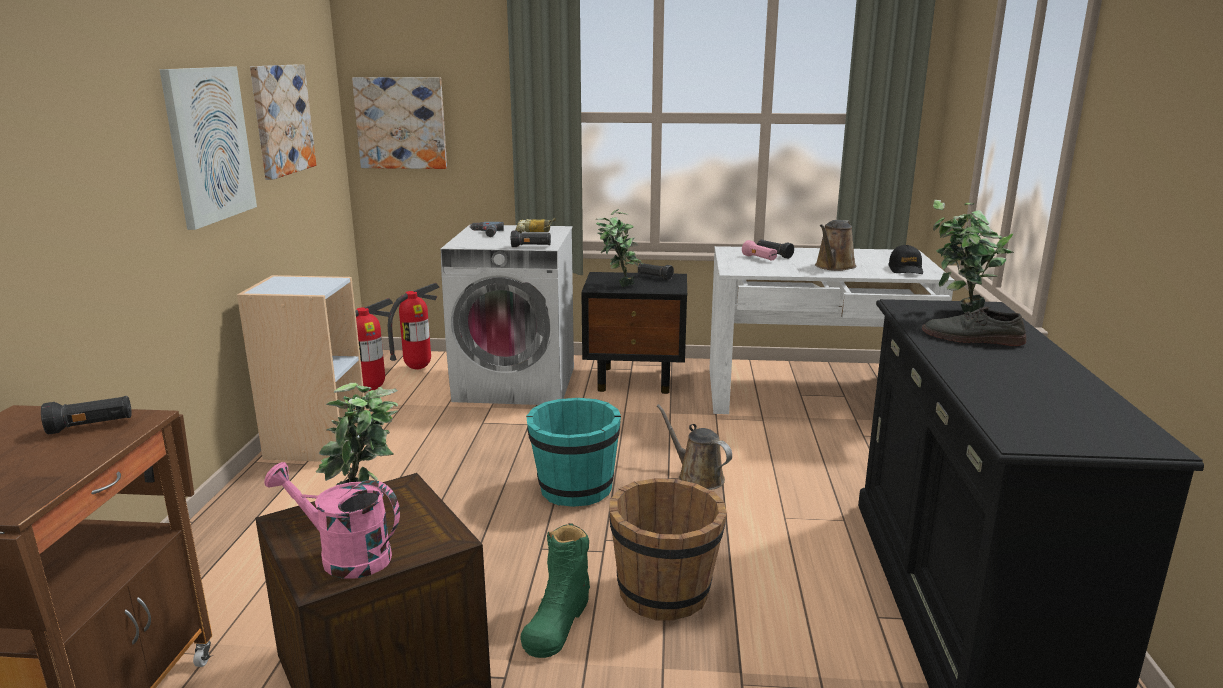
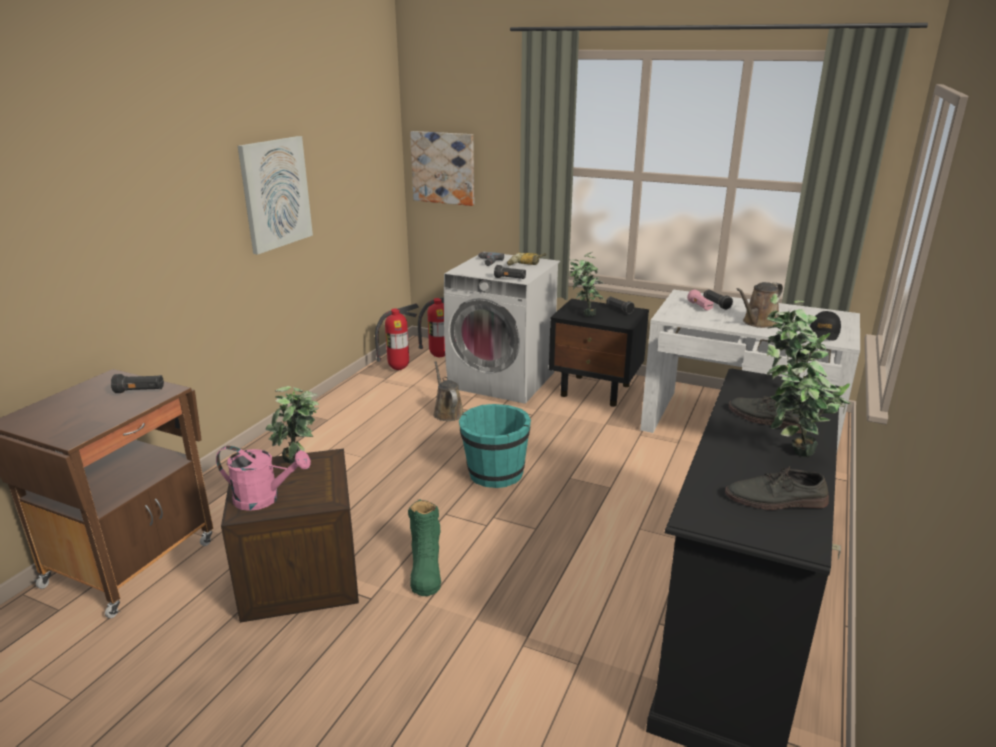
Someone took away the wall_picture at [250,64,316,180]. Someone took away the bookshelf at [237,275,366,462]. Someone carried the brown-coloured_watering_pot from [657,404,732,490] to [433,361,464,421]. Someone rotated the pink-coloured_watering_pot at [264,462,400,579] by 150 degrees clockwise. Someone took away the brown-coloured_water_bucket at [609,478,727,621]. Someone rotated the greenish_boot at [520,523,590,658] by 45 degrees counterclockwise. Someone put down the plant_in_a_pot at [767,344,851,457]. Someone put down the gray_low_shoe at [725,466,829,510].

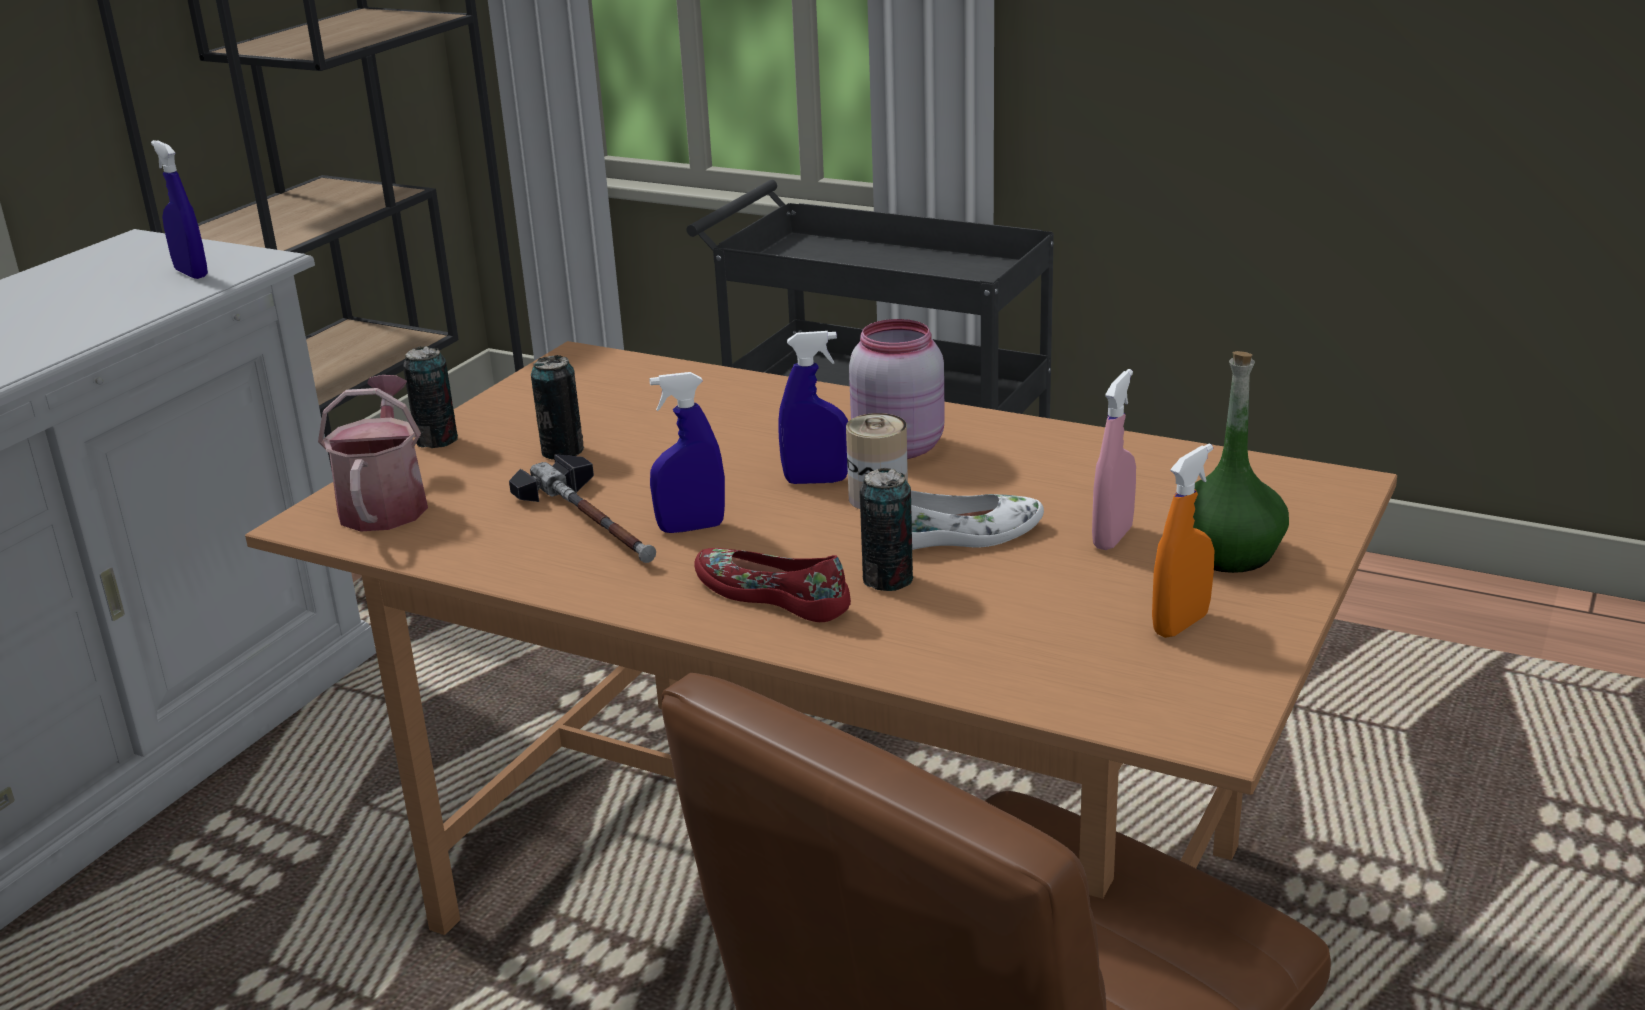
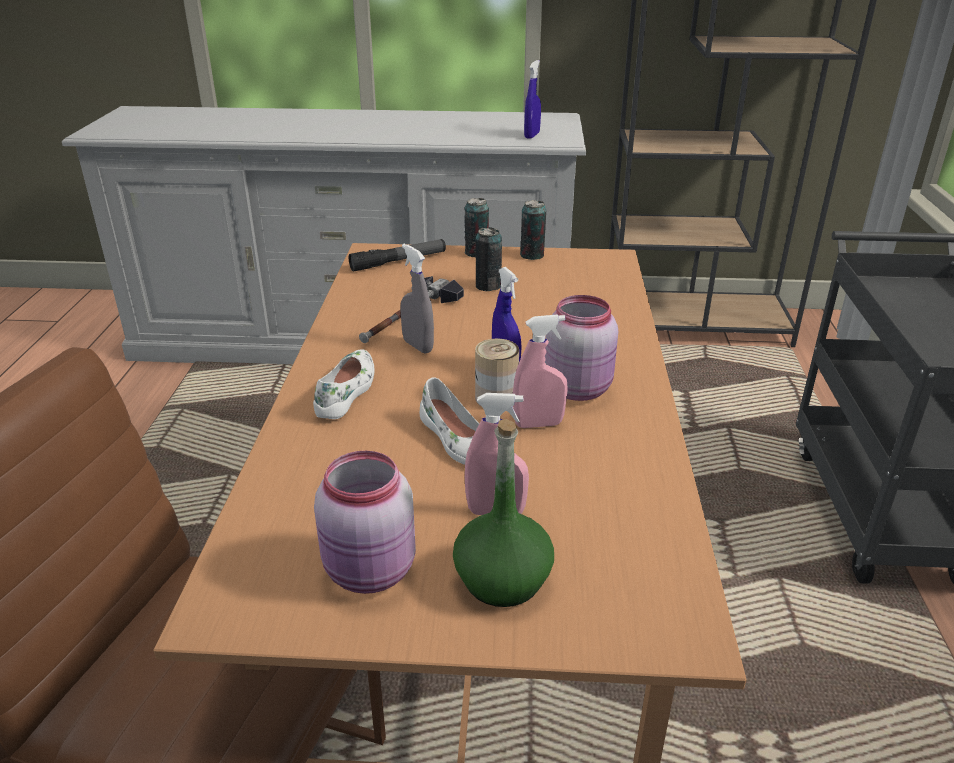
Someone repainted the blue_sprayer at [650,372,725,533], which became the gray_sprayer at [400,244,434,354]. Someone swapped the watering_pot at [318,375,428,531] for the torch at [349,239,446,271]. Someone swapped the orange-coloured_sprayer at [1152,444,1214,638] for the pink-coloured_jar at [314,451,416,594]. Someone carried the sealed_can from [860,468,913,591] to [520,200,546,260]. Someone repainted the reddish_low_shoe at [694,548,851,622], which became the white_low_shoe at [313,349,374,419]. Someone put down the pink-coloured_sprayer at [513,314,568,428].

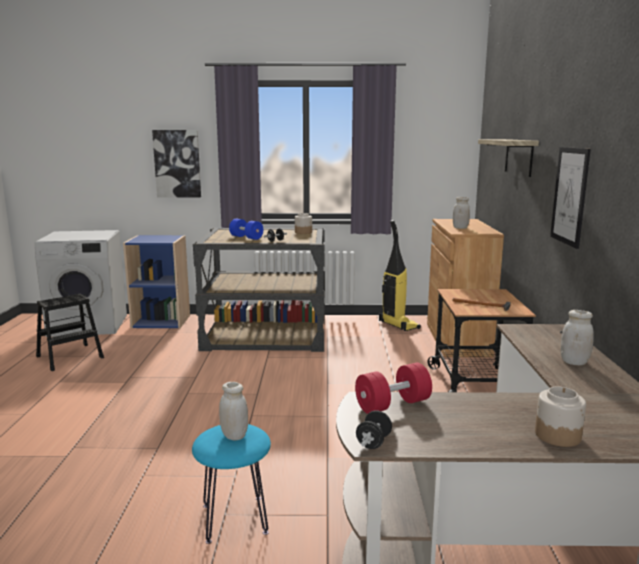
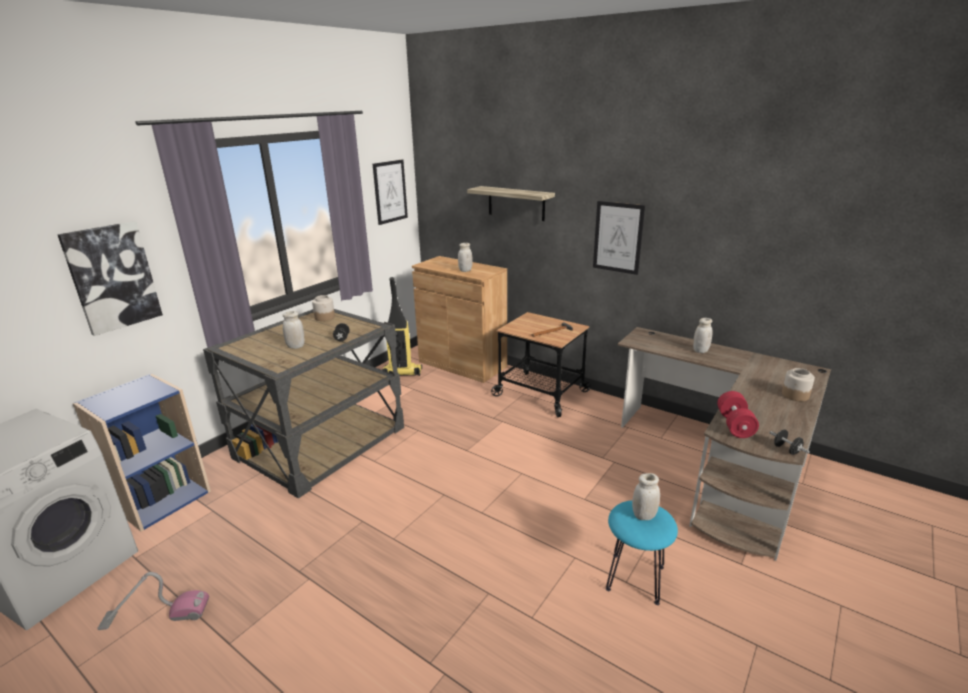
Someone swapped the blue_hand_weight at [229,218,263,240] for the white_jar at [283,311,305,349]. Someone swapped the black_step_stool at [36,294,104,371] for the vacuum at [97,572,209,630]. Someone put up the wall_picture at [373,160,408,225].

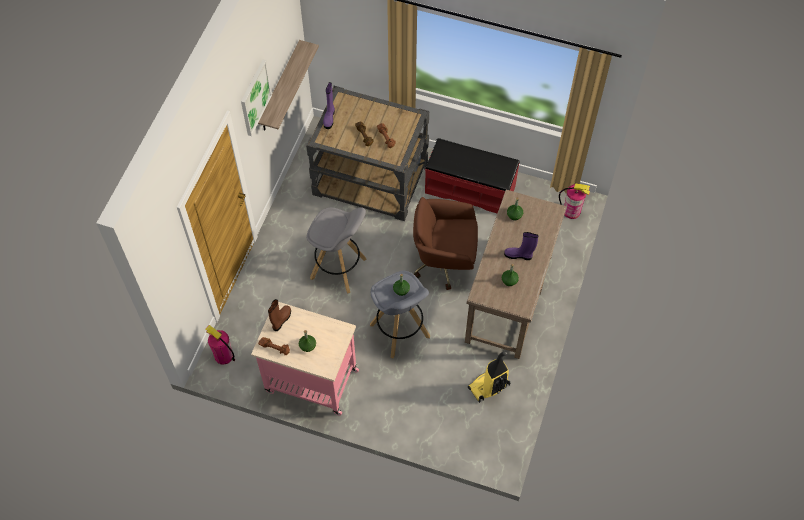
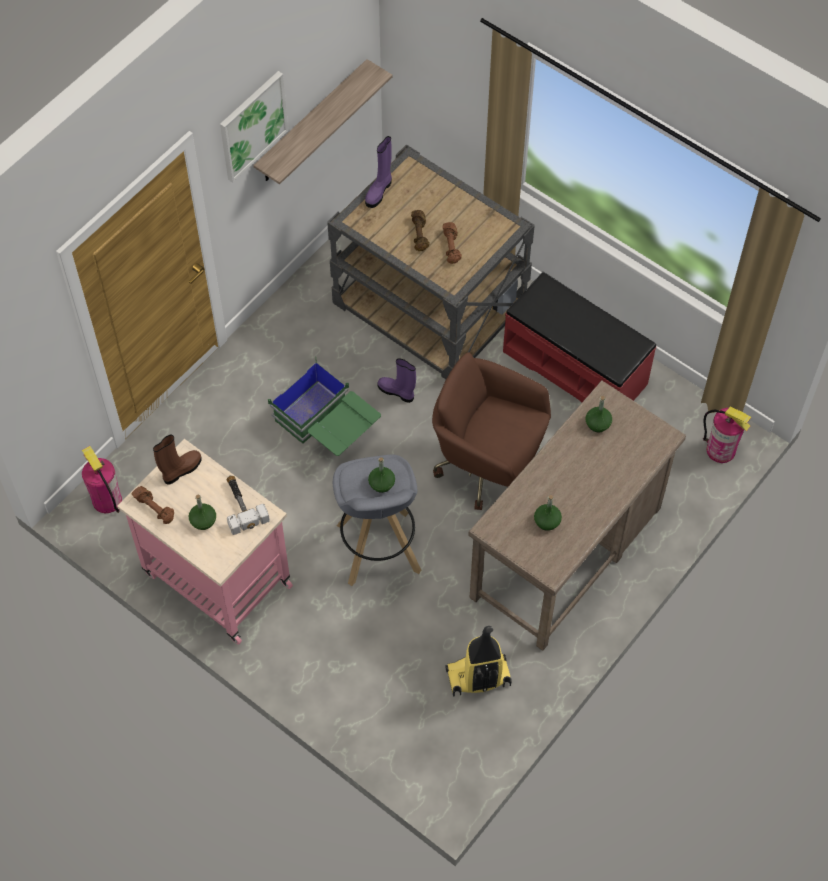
Someone swapped the gray_stool_seat at [306,207,367,294] for the greenish_storage_box at [268,357,381,456]. Someone carried the purple_boot from [504,232,538,260] to [378,358,416,403]. Someone put down the hand_hammer at [227,475,270,535].

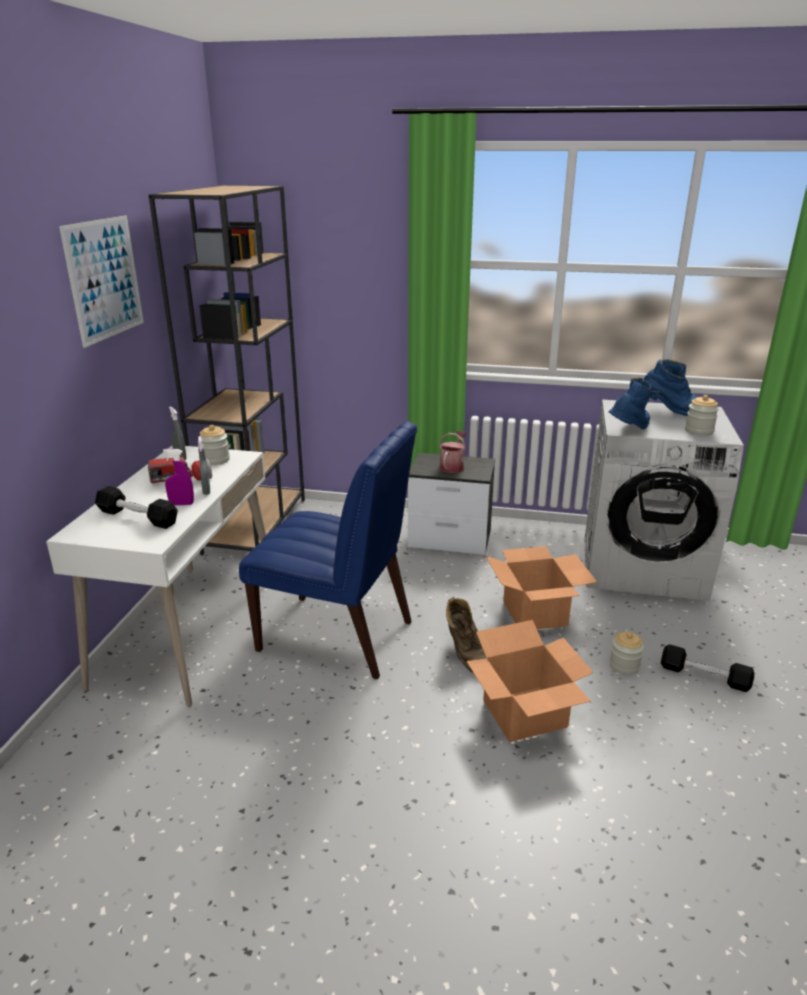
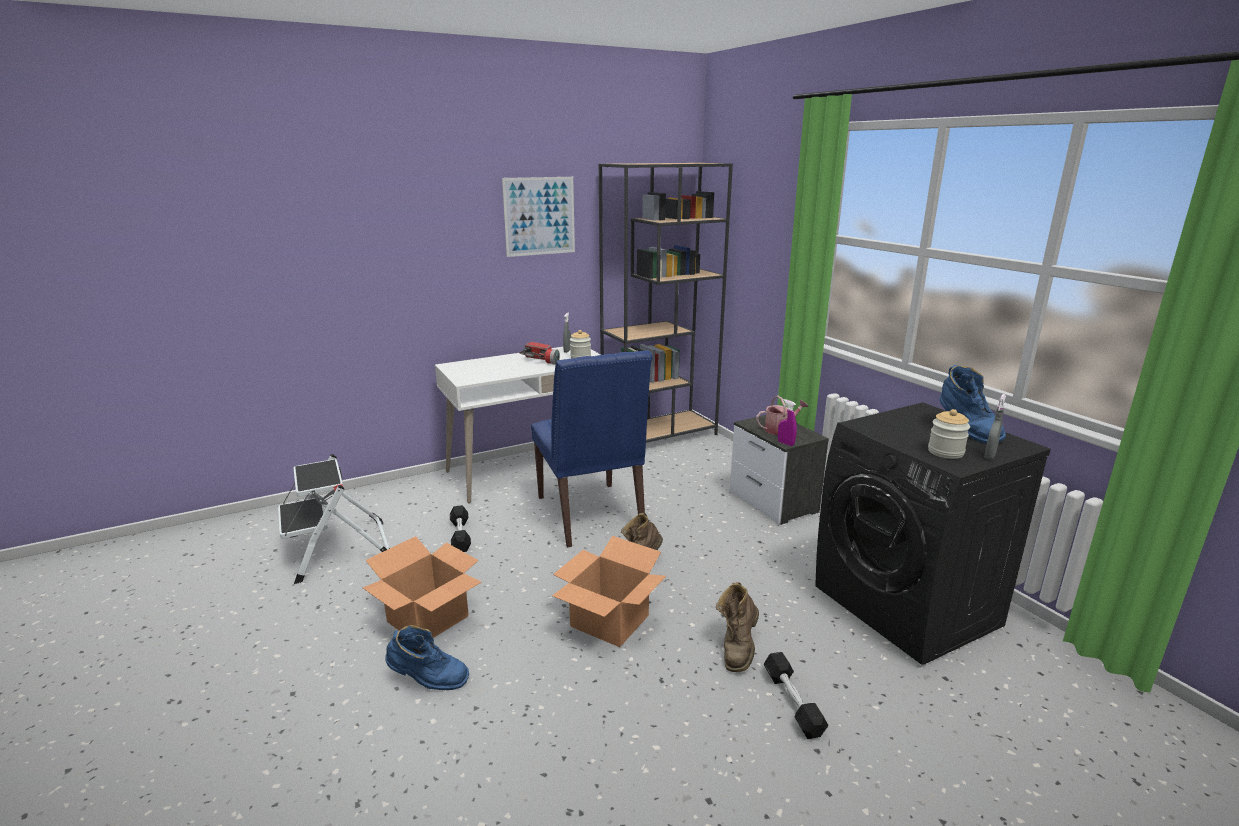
Someone carried the blue_boot from [609,377,660,429] to [385,625,469,690]. Someone repainted the white_laundry_machine at [585,400,744,601], which became the black_laundry_machine at [815,402,1051,665]. Someone carried the gray_sprayer from [198,436,210,495] to [984,394,1006,460]. Someone carried the purple_sprayer from [163,449,194,505] to [778,399,797,446]. Someone carried the black_hand_weight from [95,486,178,529] to [450,505,471,552]. Someone carried the carton from [486,546,597,629] to [363,536,482,638]. Someone swapped the jar at [610,632,644,675] for the brown-coloured_boot at [716,582,759,672]. Someone put down the step_stool at [278,454,390,584].

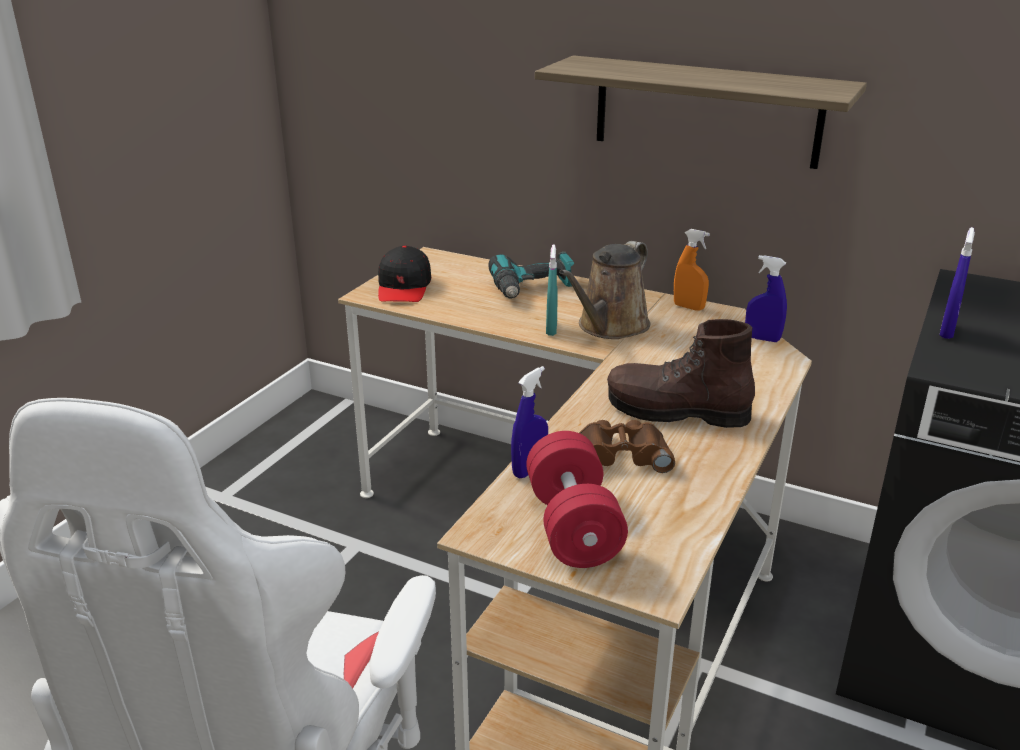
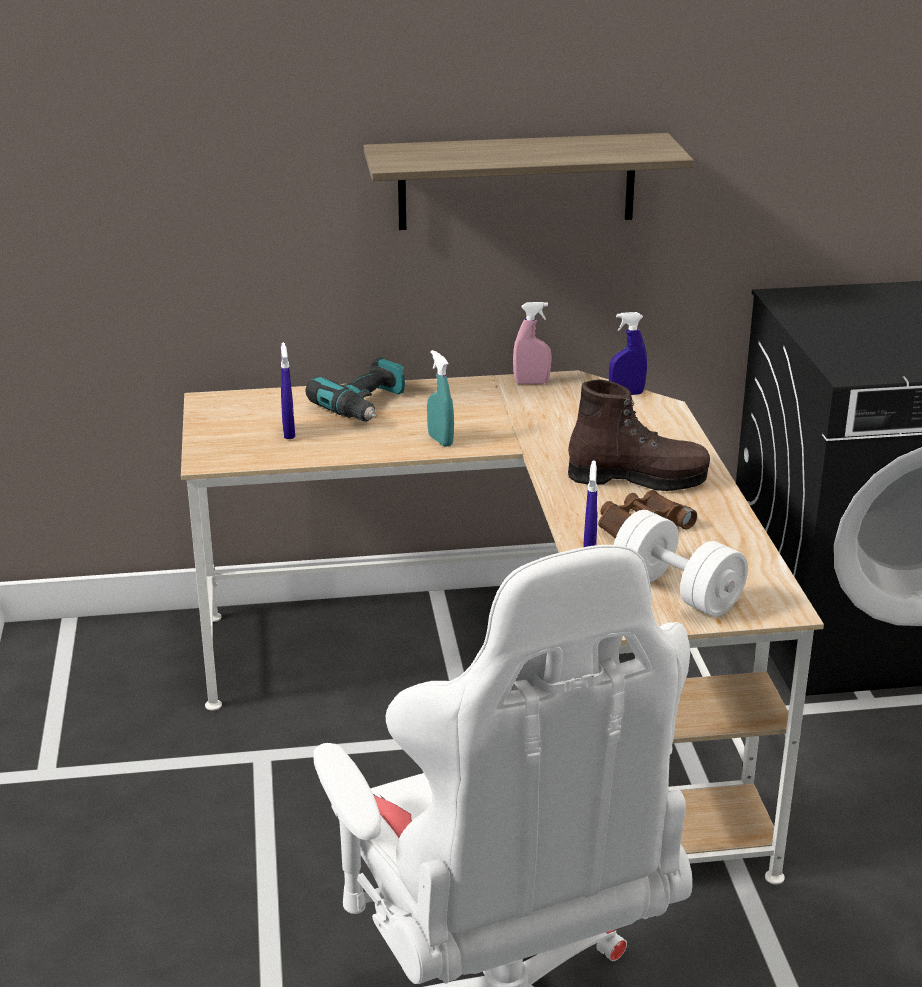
Someone carried the blue_sprayer from [940,227,975,339] to [281,342,295,439]. Someone repainted the orange-coloured_sprayer at [674,229,710,310], which became the pink-coloured_sprayer at [513,302,552,384]. Someone took away the brown-coloured_watering_pot at [559,241,650,339]. Someone took away the black_baseball_cap at [378,246,431,302]. Someone rotated the brown-coloured_boot at [607,319,755,428] by 150 degrees counterclockwise. Someone repainted the reddish_hand_weight at [526,431,628,568], which became the white_hand_weight at [614,510,748,617].

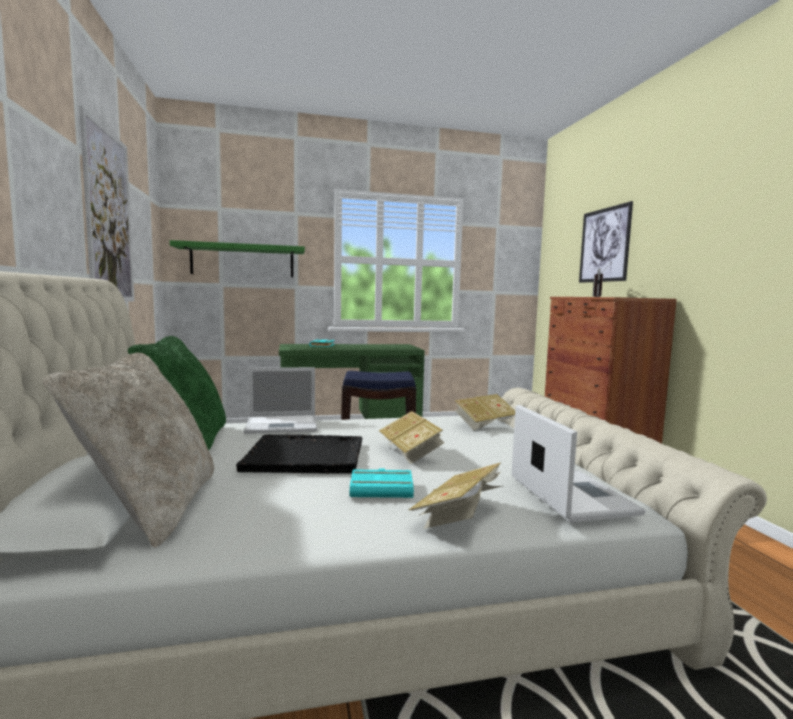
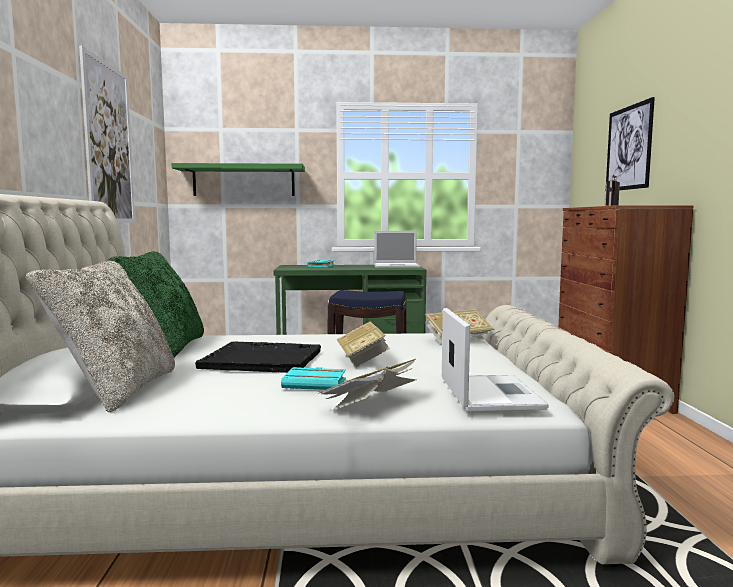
Someone carried the portable_computer from [244,367,317,434] to [374,231,420,268].

